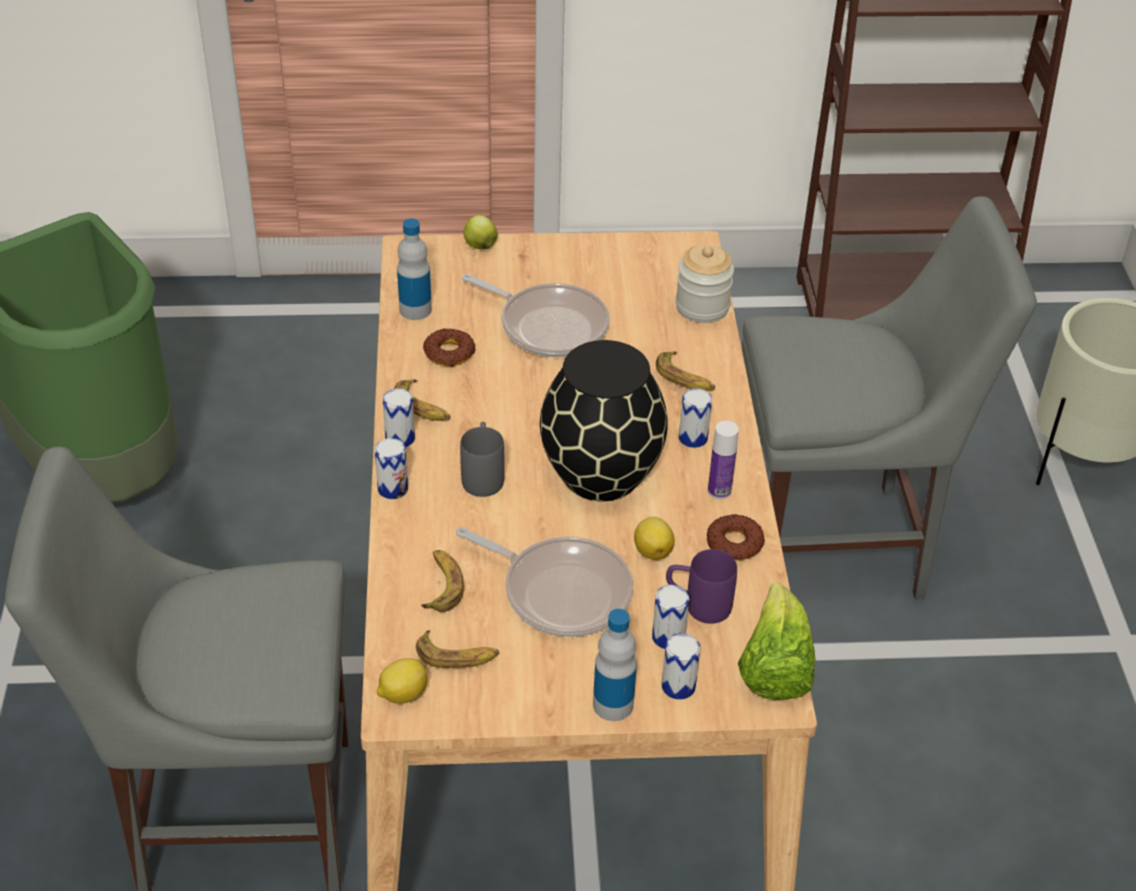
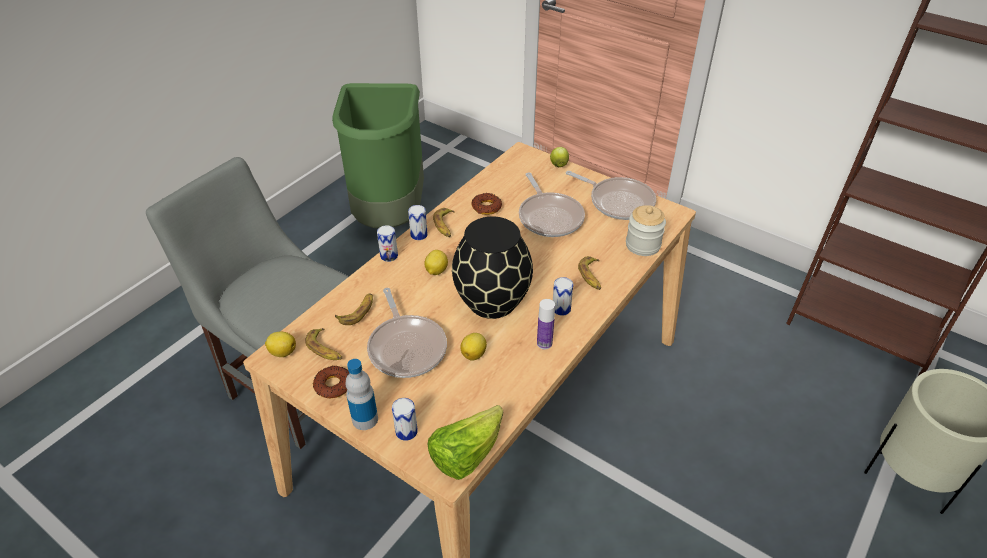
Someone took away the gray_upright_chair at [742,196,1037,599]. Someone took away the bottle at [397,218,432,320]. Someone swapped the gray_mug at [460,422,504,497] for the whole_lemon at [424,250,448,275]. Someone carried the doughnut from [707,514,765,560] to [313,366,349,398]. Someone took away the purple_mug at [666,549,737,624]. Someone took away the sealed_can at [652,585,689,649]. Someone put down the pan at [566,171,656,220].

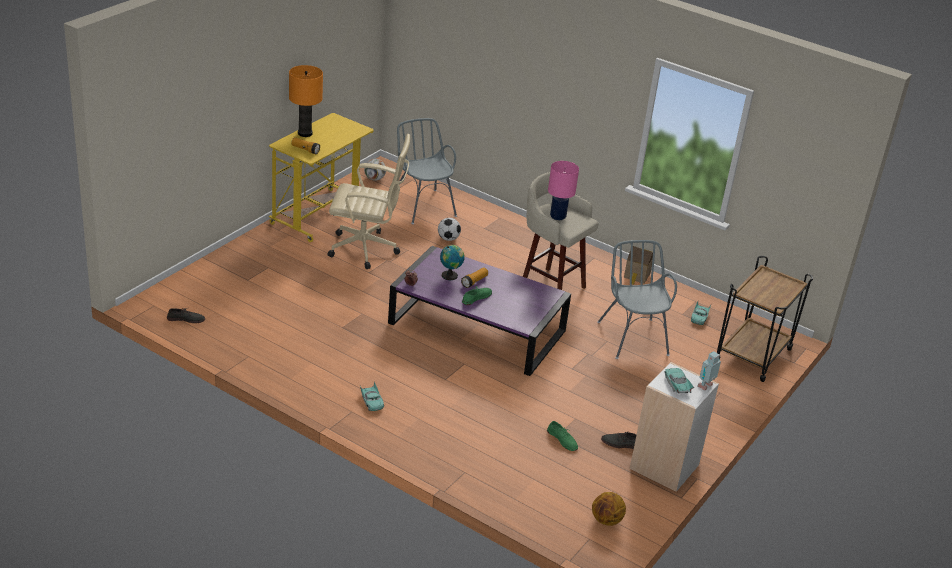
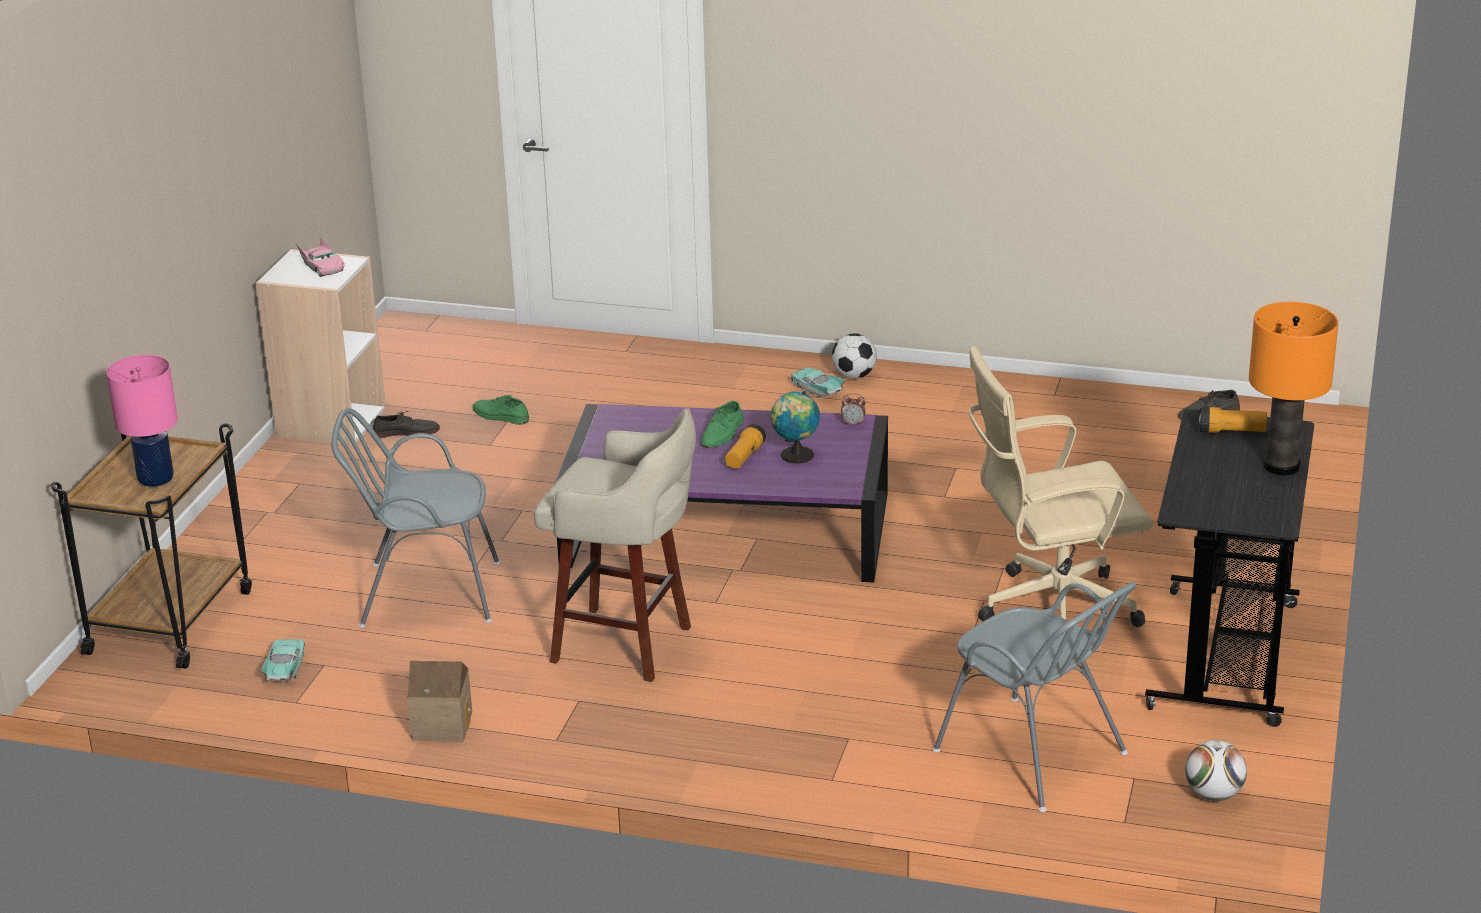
Someone repainted the yellow_desk_unit at [269,113,373,242], which became the black_desk_unit at [1145,409,1314,727]. Someone carried the pink-coloured_lamp_for_a_table from [548,161,579,220] to [106,355,178,487]. Someone carried the football_ball from [438,218,461,241] to [832,333,877,379]. Someone rotated the gray_upright_chair at [597,240,677,359] by 120 degrees clockwise. Someone took away the robot_figure at [698,351,721,391]. Someone repainted the turquoise_toy_car at [665,368,694,394], which became the pink-coloured_toy_car at [296,237,344,277]. Someone took away the basketball at [592,492,626,526].

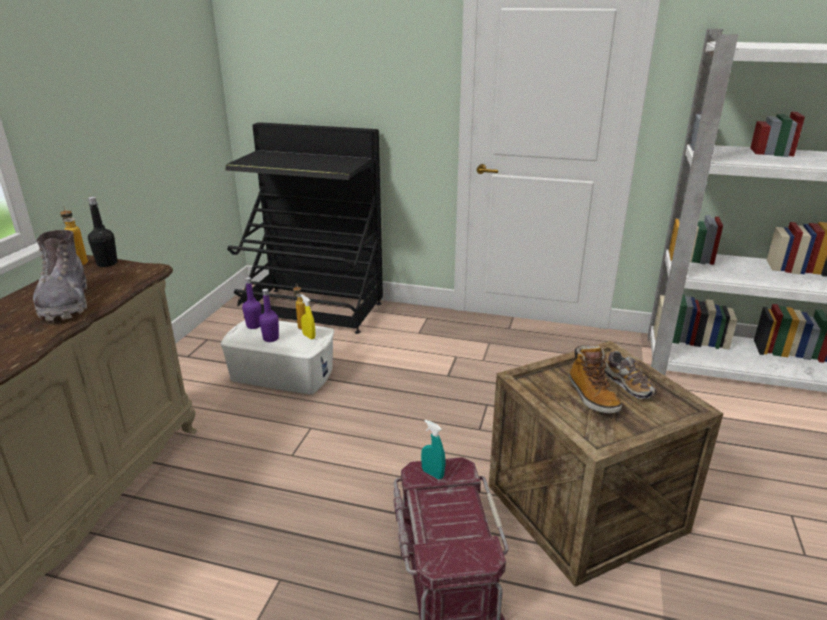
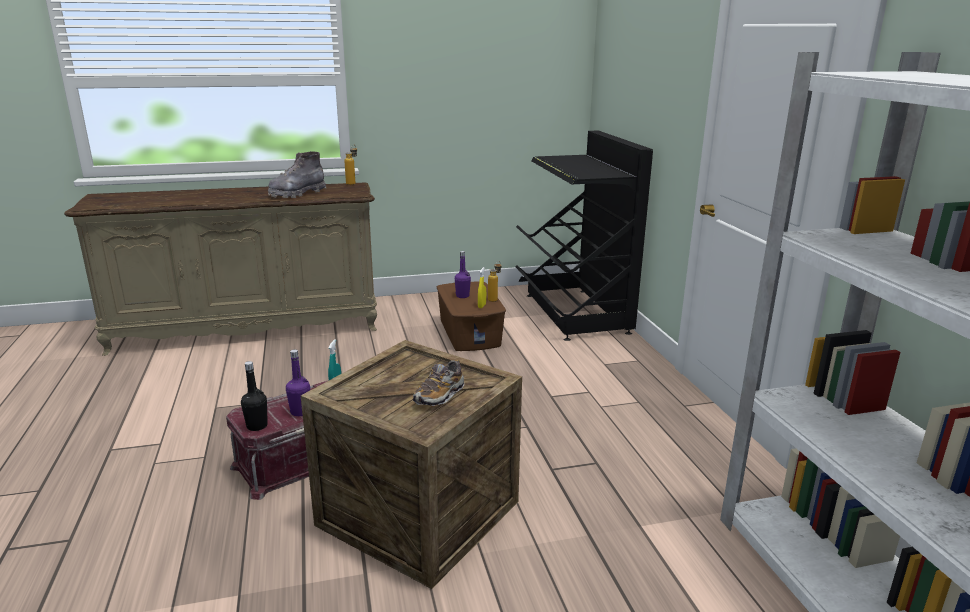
Someone carried the black_bottle from [88,197,117,267] to [241,361,268,431]. Someone carried the purple_bottle from [242,277,261,329] to [286,349,310,416]. Someone repainted the white_storage_box at [220,320,334,394], which became the brown-coloured_storage_box at [437,282,506,351]. Someone took away the boot at [569,345,622,413].

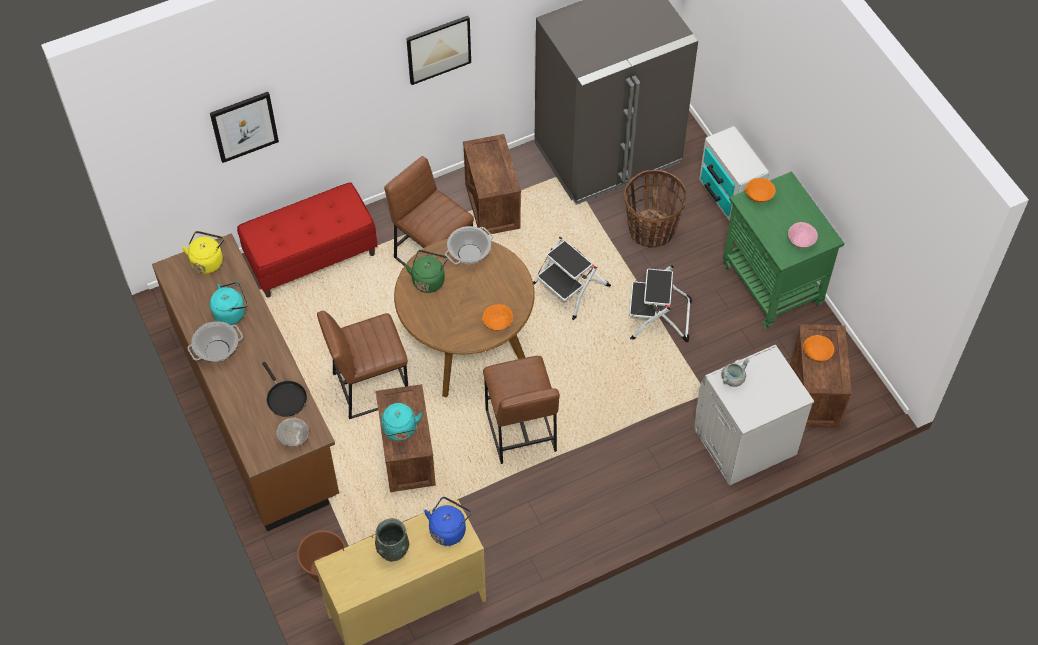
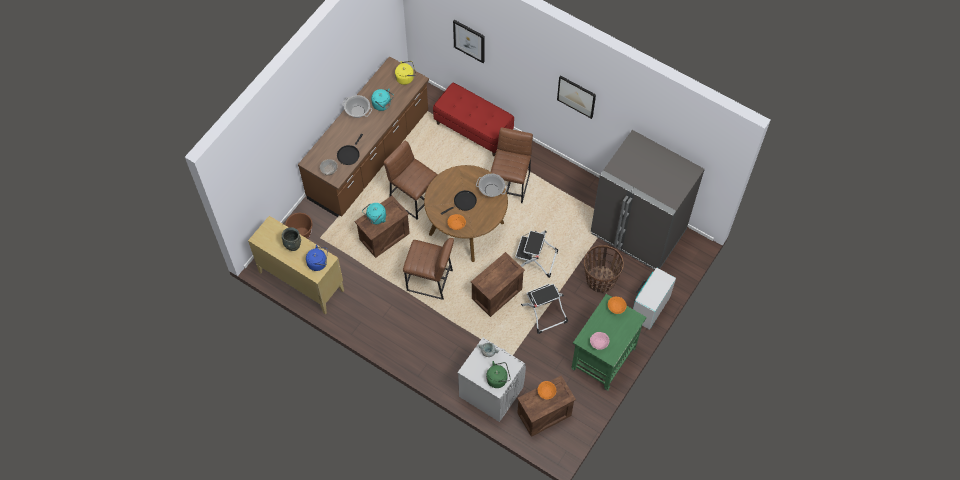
Someone carried the crate from [463,134,521,235] to [471,252,525,317]. Someone carried the greenish_water_kettle from [405,250,447,293] to [486,361,511,388]. Someone rotated the brown-coloured_upright_chair at [483,356,560,464] by 120 degrees counterclockwise. Someone put down the black_pan at [441,190,477,215].

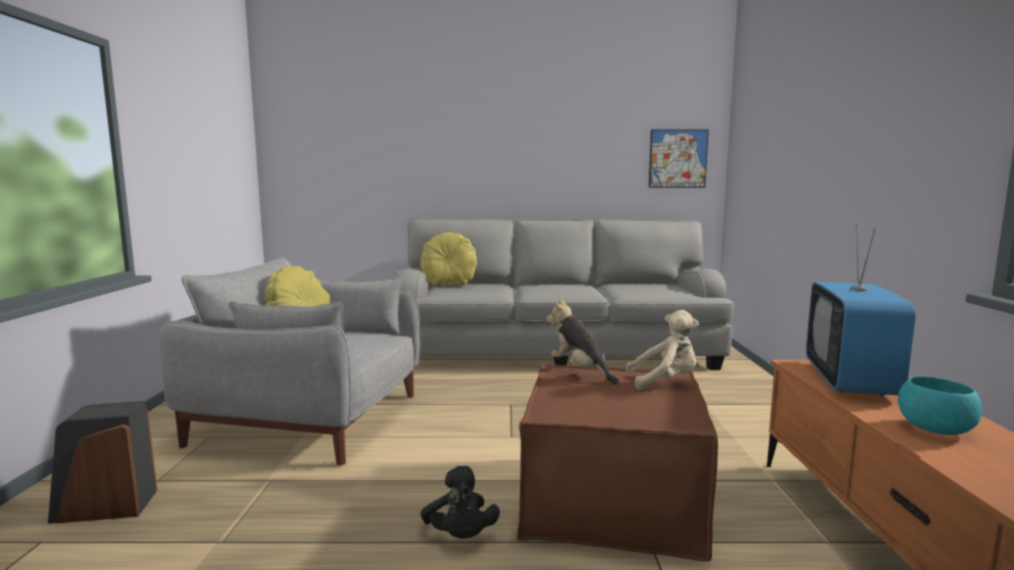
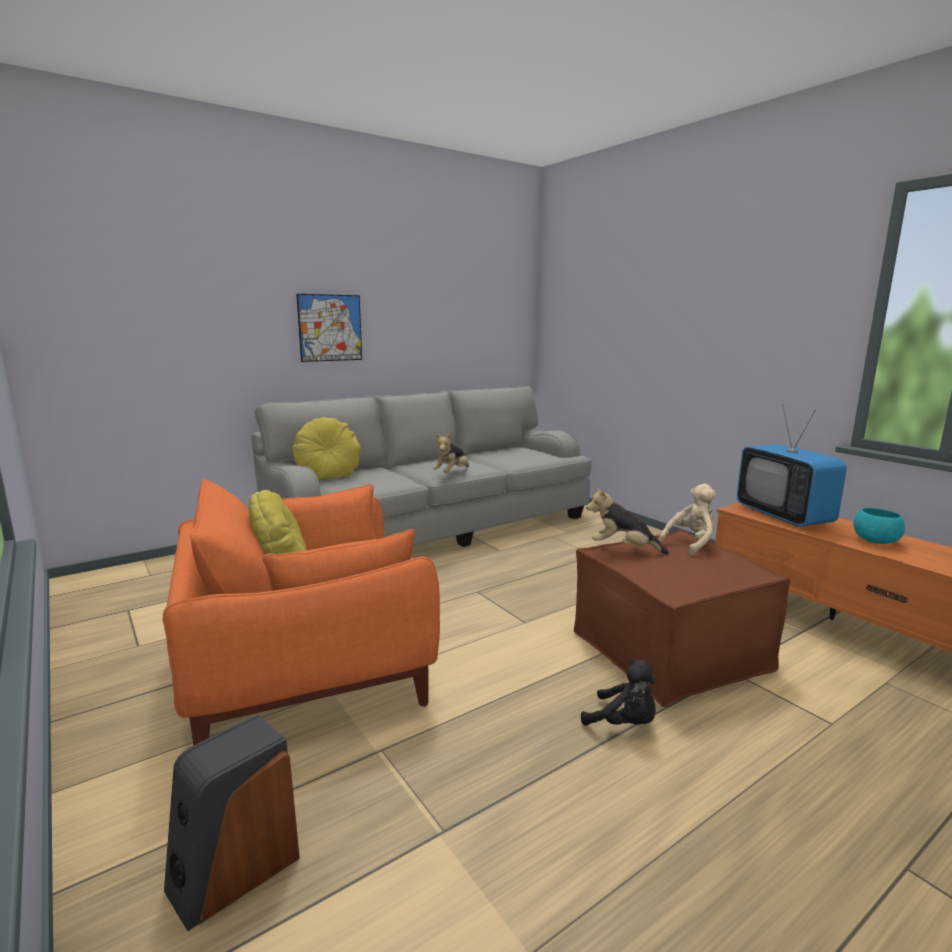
Someone carried the wall_picture from [649,130,709,188] to [296,294,362,362]. Someone repainted the gray_easy_chair at [159,258,420,466], which became the orange-coloured_easy_chair at [163,479,440,746]. Someone put down the cuddly_toy at [433,433,469,473].

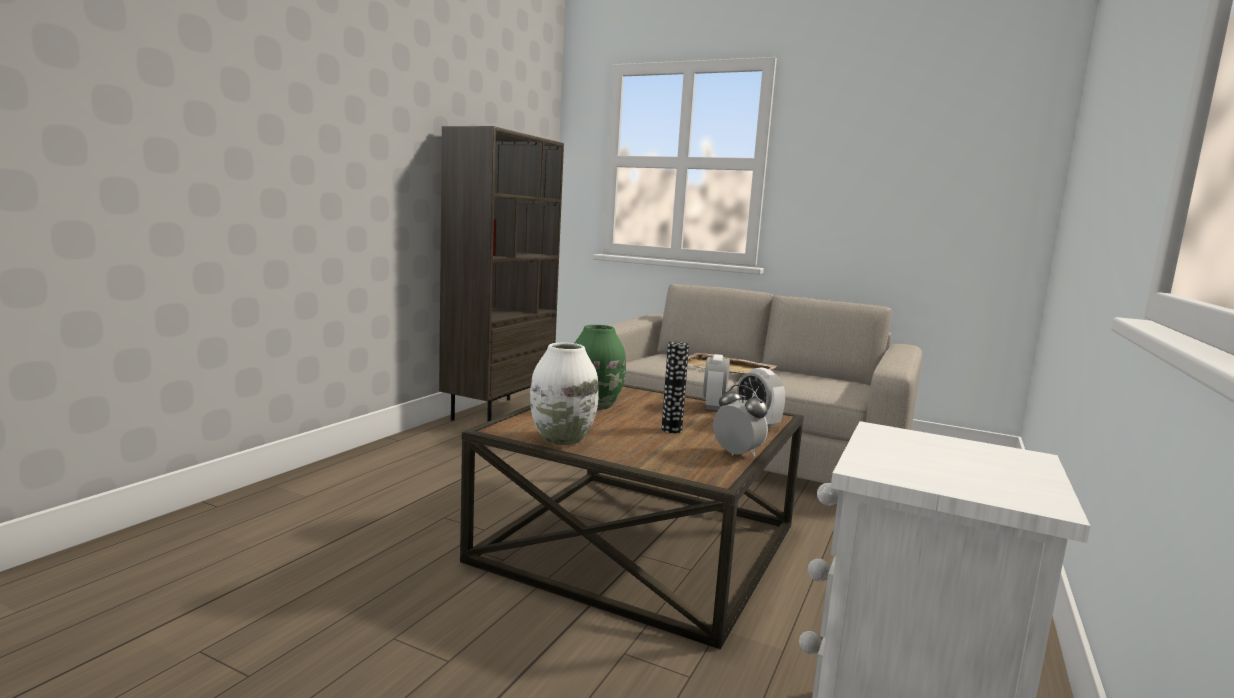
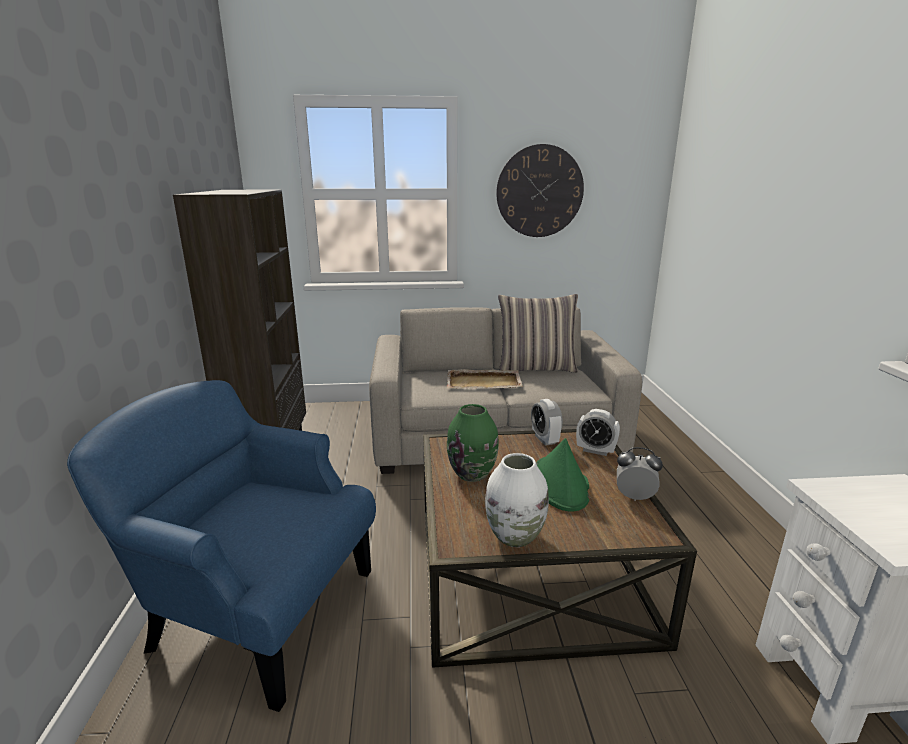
Someone swapped the vase at [662,341,689,433] for the greenish_wearable_hat at [536,438,589,512]. Someone put up the wall_clock at [496,144,584,237]. Someone put down the throw_pillow at [498,294,578,373]. Someone put down the blue_easy_chair at [67,380,376,712].

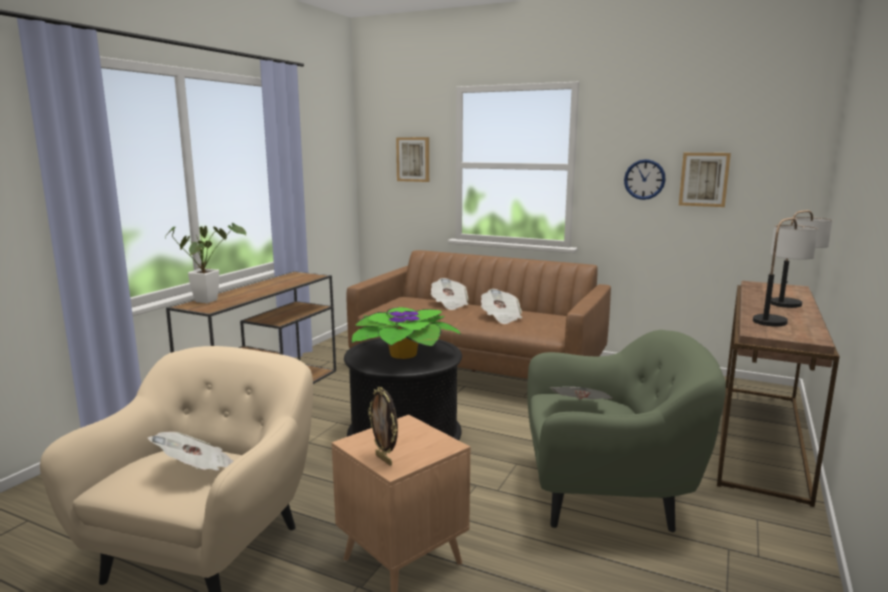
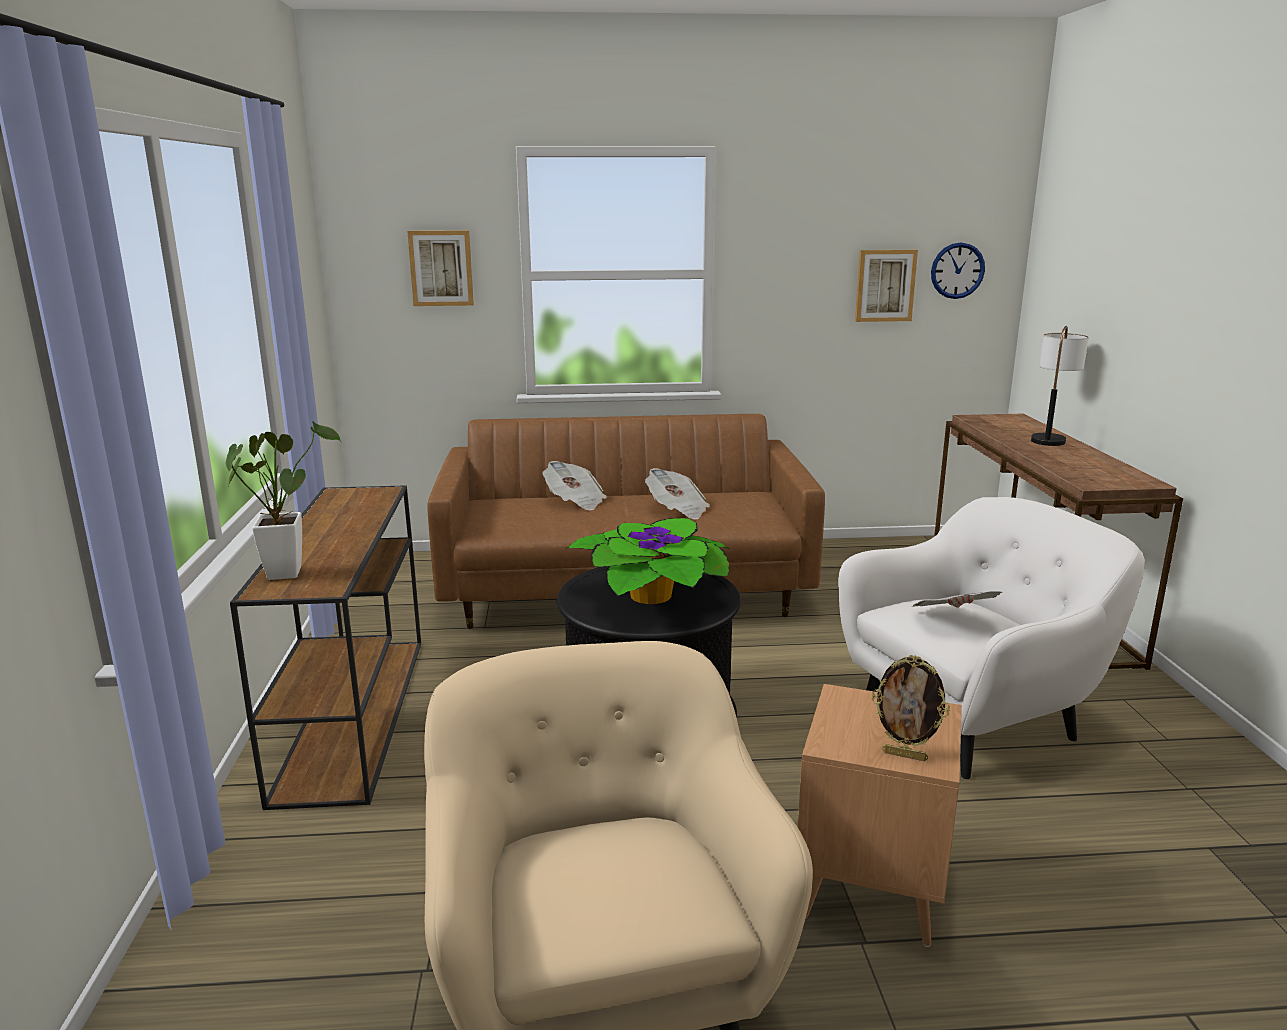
Someone carried the wall_clock from [624,159,666,200] to [931,242,985,299]. Someone took away the lamp_for_a_table at [753,218,818,327]. Someone repainted the greenish_easy_chair at [527,330,726,532], which became the white_easy_chair at [838,497,1145,779]. Someone took away the daily_paper at [147,431,234,471].

